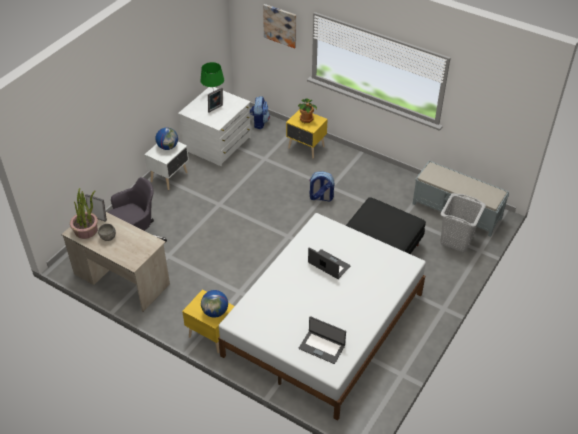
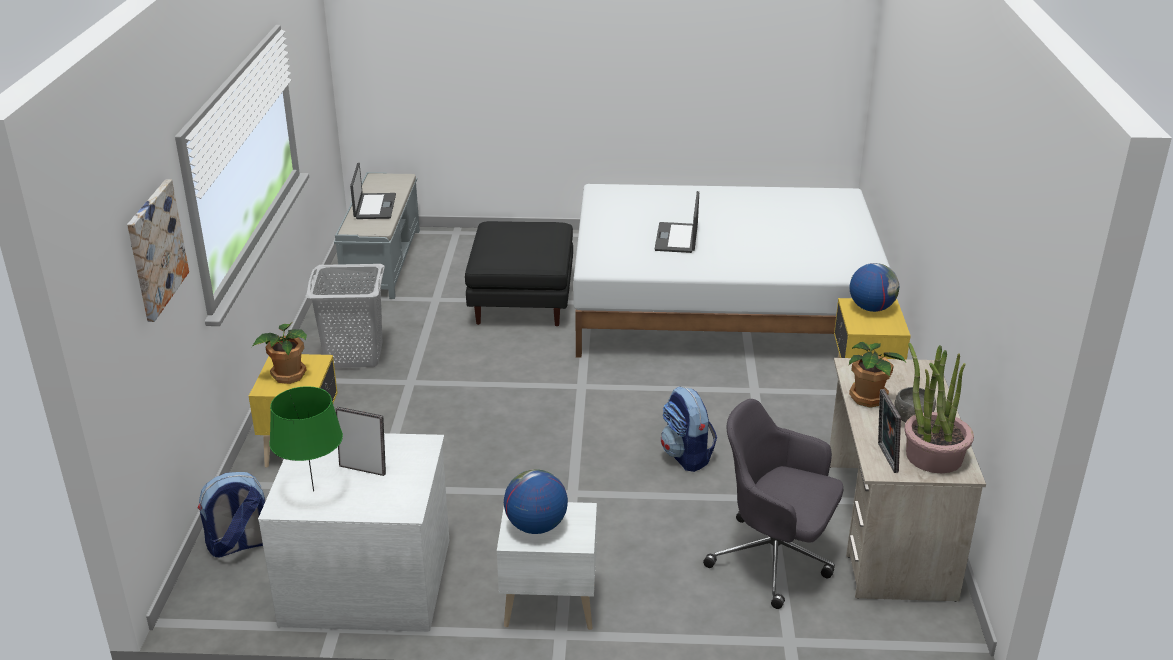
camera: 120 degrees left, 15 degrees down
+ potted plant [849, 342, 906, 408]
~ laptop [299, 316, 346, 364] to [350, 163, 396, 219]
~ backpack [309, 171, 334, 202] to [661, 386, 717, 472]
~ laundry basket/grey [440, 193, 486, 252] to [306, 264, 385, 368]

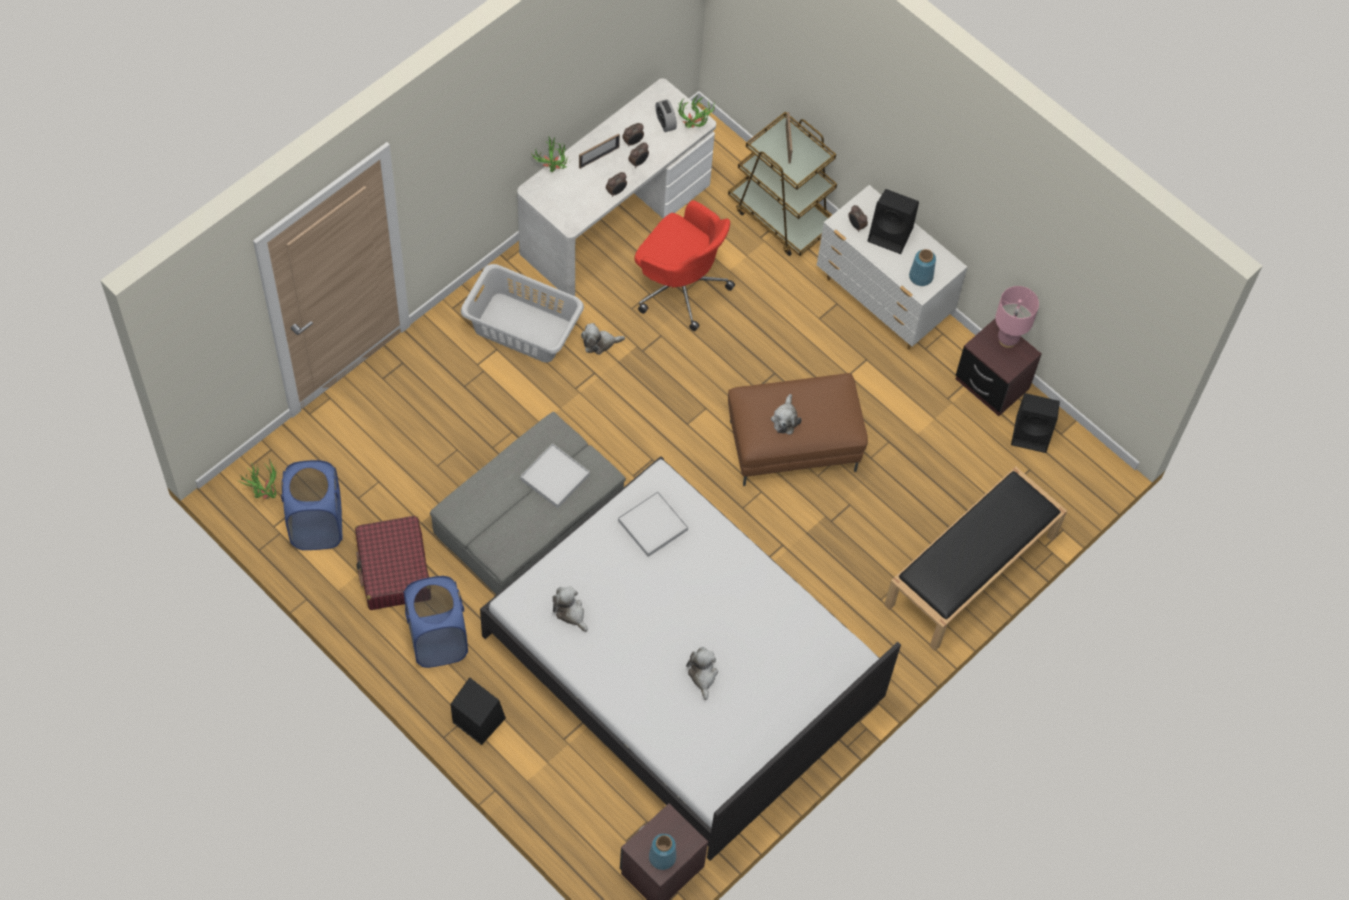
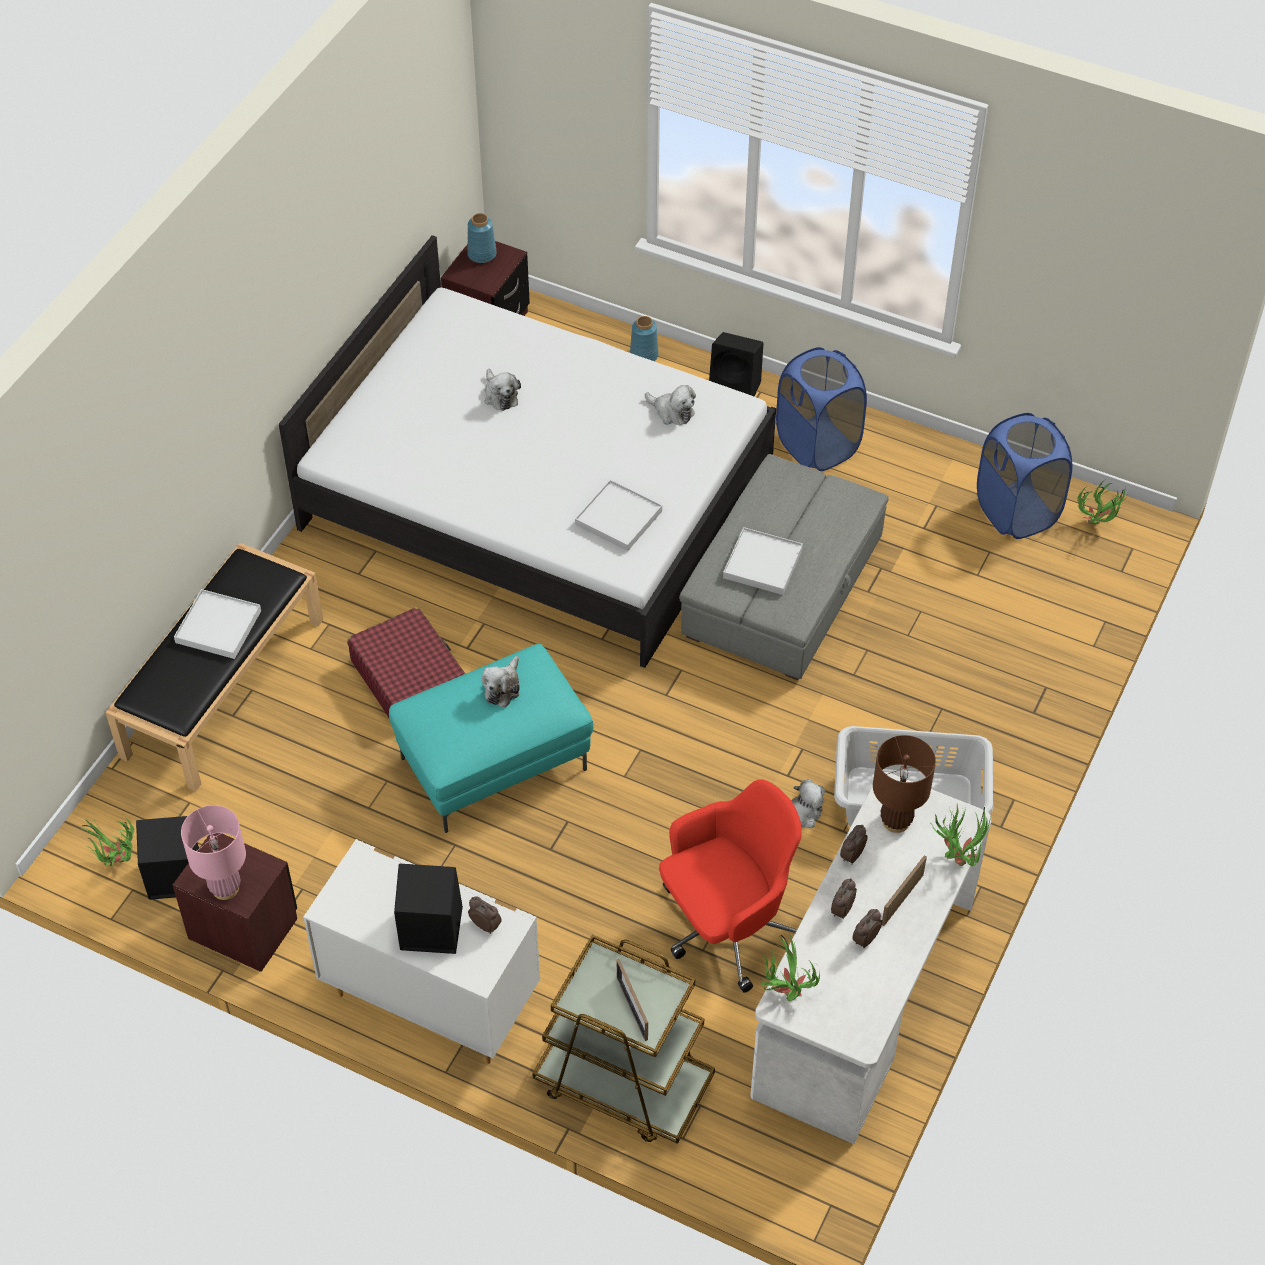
camera: 165 degrees right, 10 degrees down
- alarm clock [656, 99, 677, 132]
+ potted plant [82, 818, 134, 866]
+ tray/white [174, 589, 261, 659]
+ table lamp/brown [873, 735, 936, 833]
~ suitcase/red [355, 516, 429, 610] to [347, 607, 466, 717]
~ vase/blue [909, 249, 936, 286] to [630, 316, 659, 361]
~ ottoman/brown [728, 373, 868, 486] to ottoman/turquoise [389, 644, 593, 833]
~ office chair/red [635, 200, 735, 331] = [659, 779, 802, 993] 135 degrees clockwise
~ plush toy [771, 394, 802, 435] = [482, 656, 520, 707] 150 degrees counterclockwise

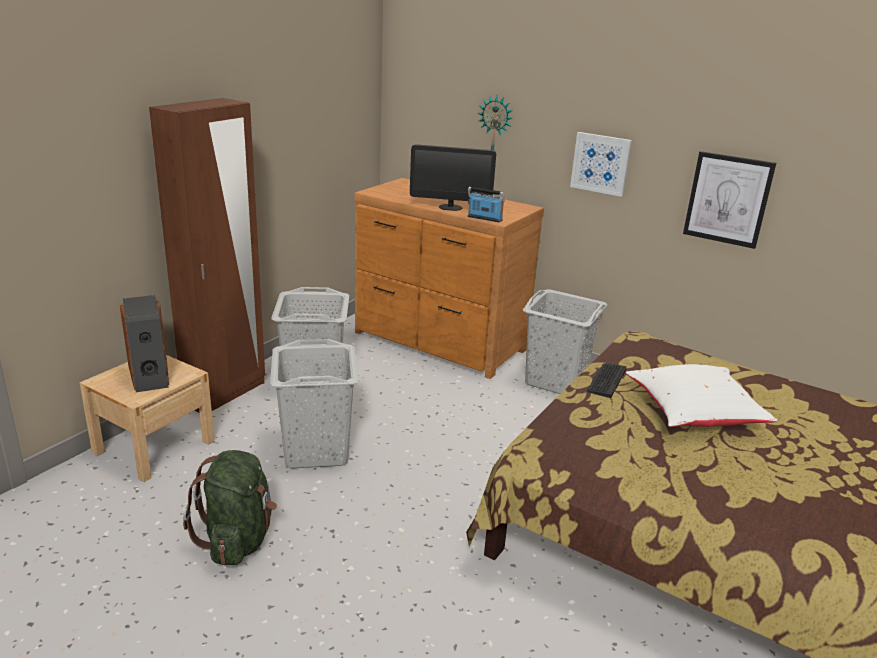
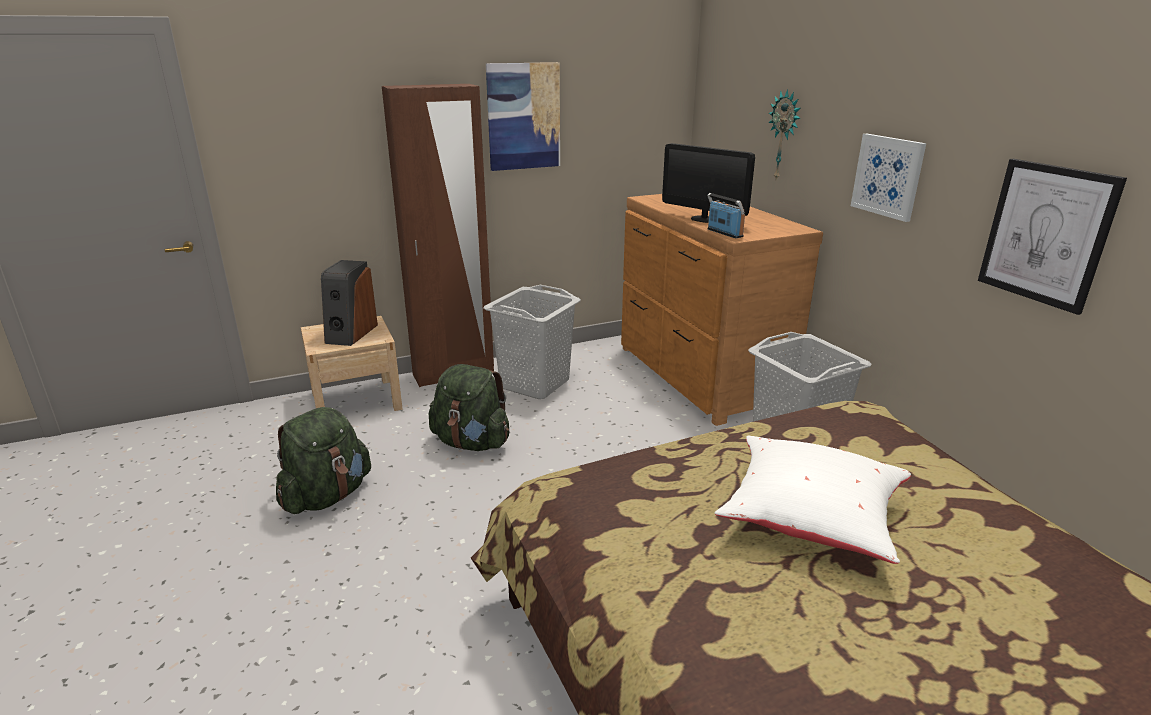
camera: 35 degrees right, 0 degrees up
- keyboard [587, 363, 626, 398]
+ picture [486, 62, 560, 171]
~ laundry basket/grey [270, 339, 359, 469] to backpack/green [429, 364, 509, 451]

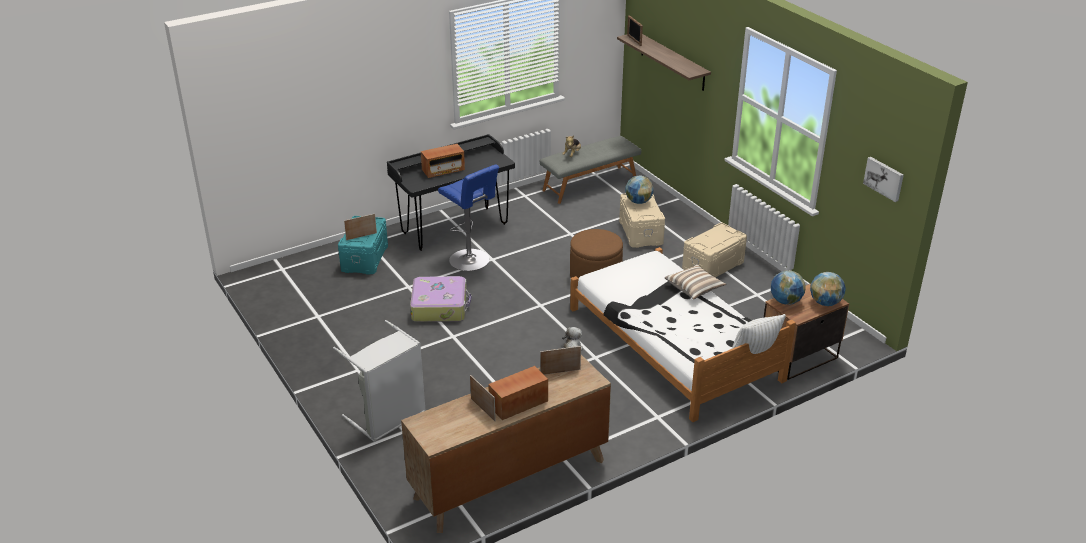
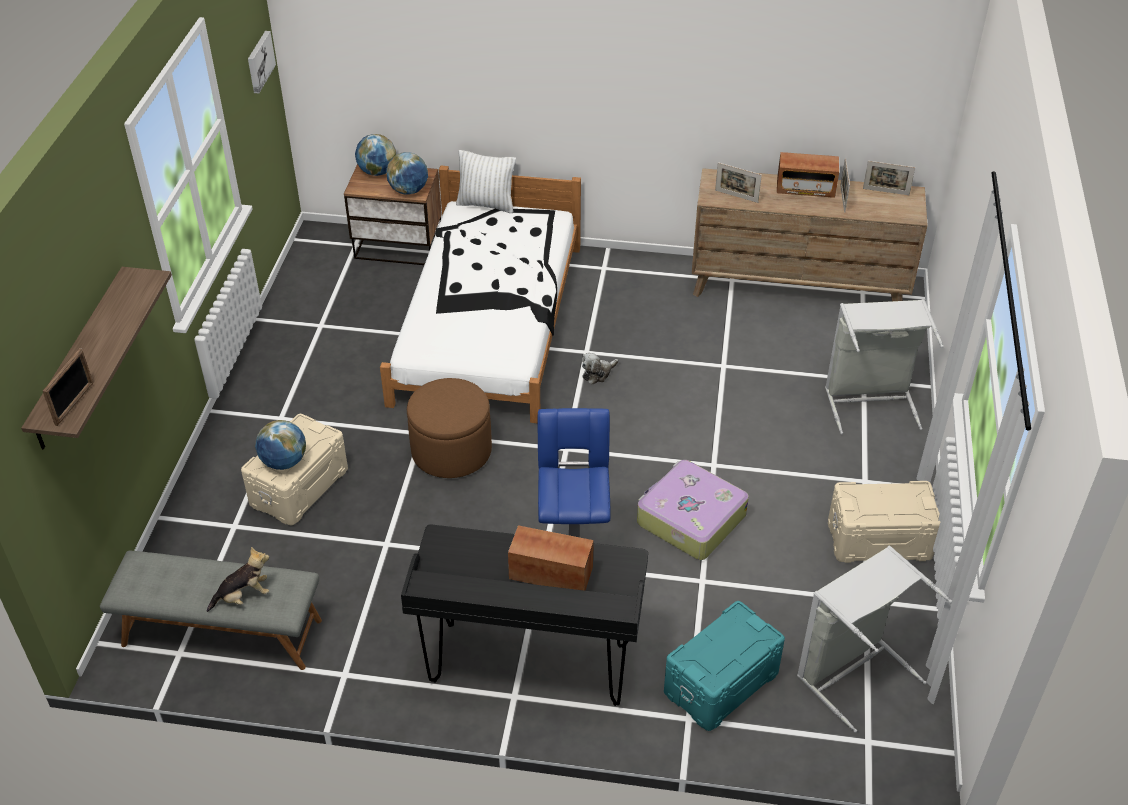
camera: 140 degrees left, 10 degrees up
- pillow [665, 264, 726, 299]
+ laundry basket/grey [797, 545, 952, 732]
~ picture frame [344, 213, 377, 240] to [863, 161, 915, 195]
~ storage box/beige [682, 222, 747, 278] to [828, 481, 941, 563]

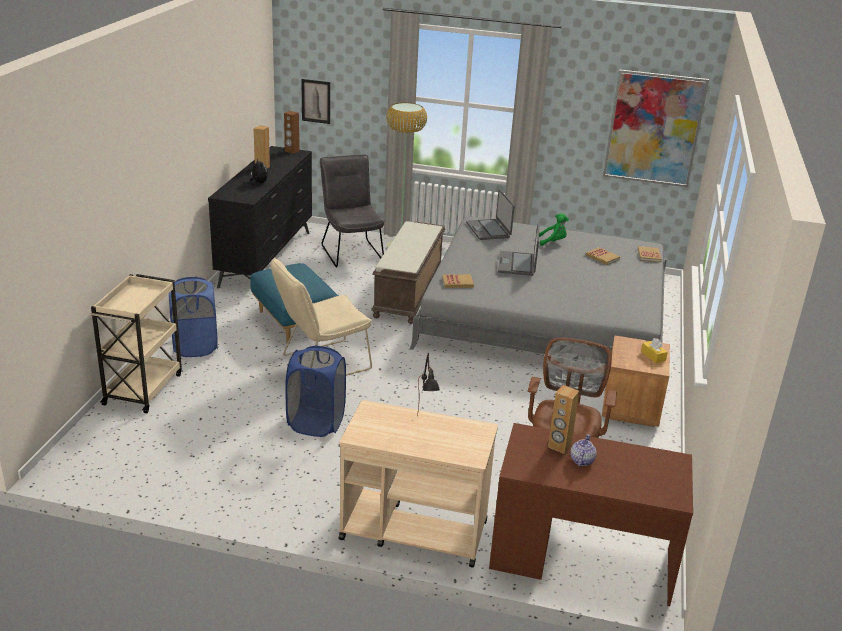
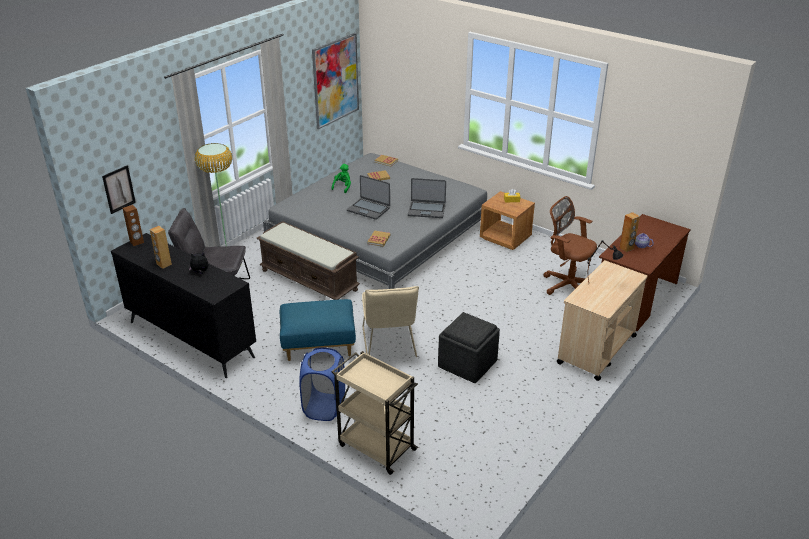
camera: 65 degrees left, 5 degrees up
~ laptop [466, 189, 515, 240] to [408, 178, 446, 218]
~ laundry basket/blue [285, 345, 346, 437] to ottoman/grey [438, 312, 500, 383]

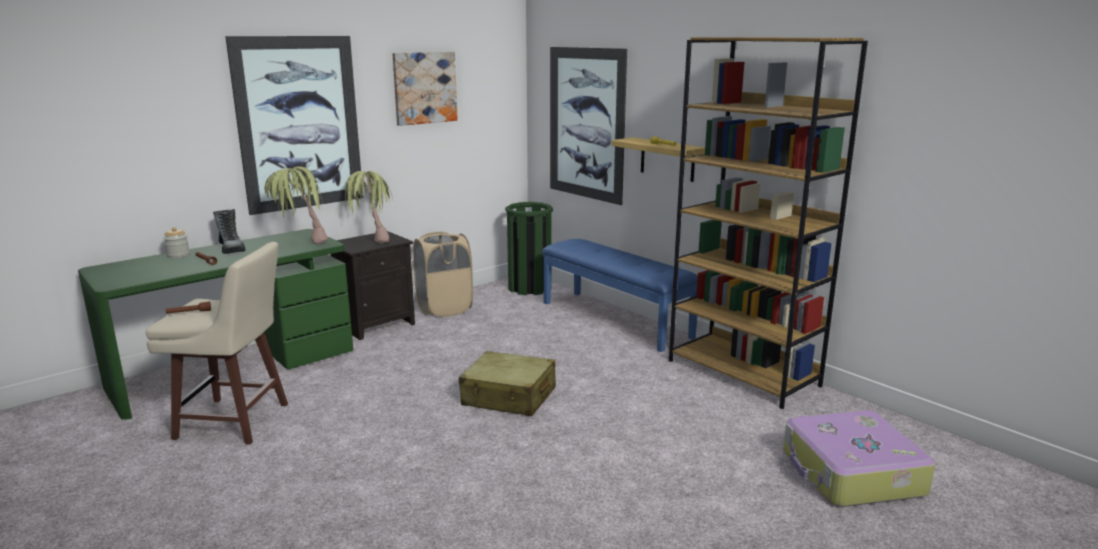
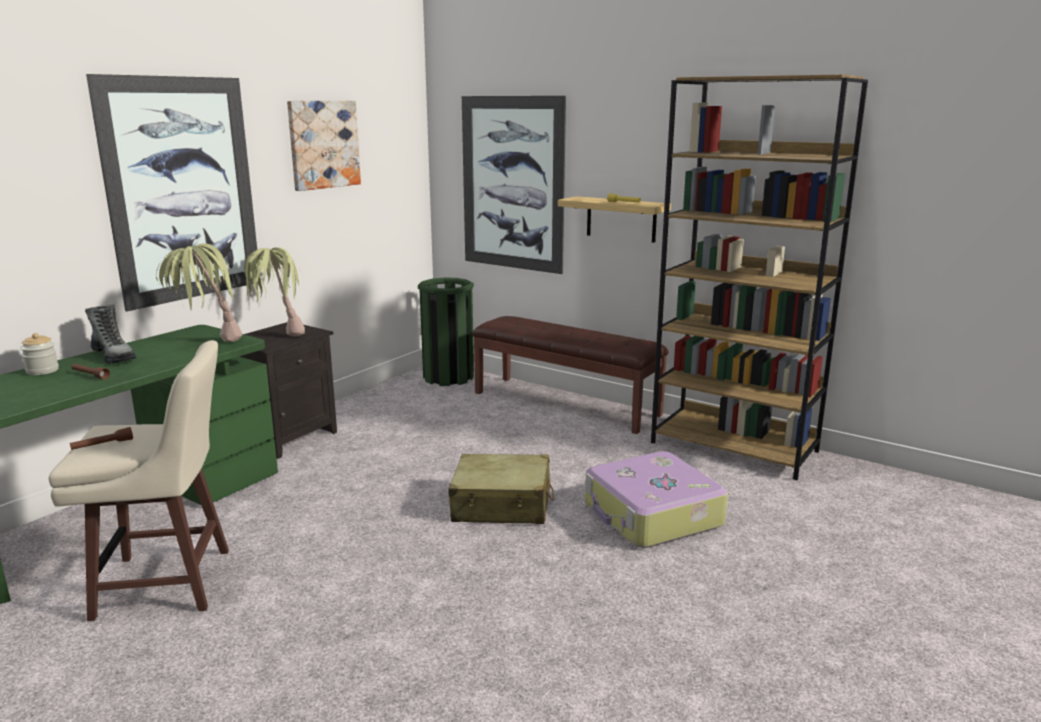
camera: 15 degrees left, 0 degrees up
- laundry basket/beige [413, 232, 473, 317]
~ suitcase [783, 410, 935, 507] to [585, 451, 728, 548]
~ bench/blue [542, 239, 698, 352] to bench/brown [472, 316, 669, 434]

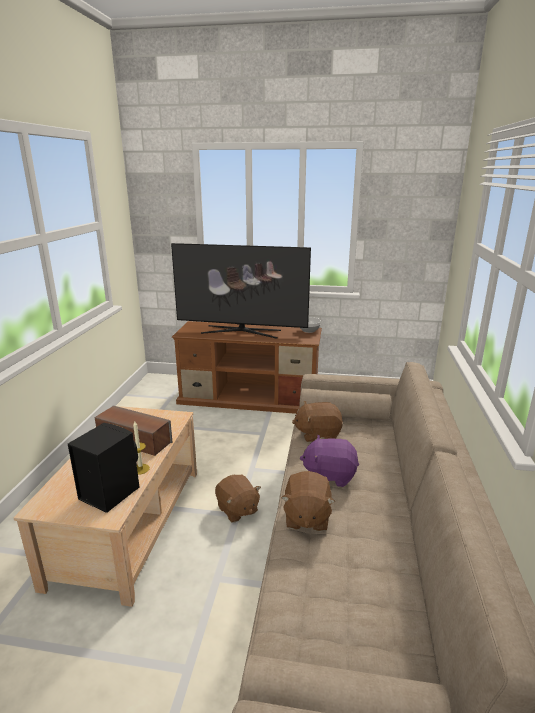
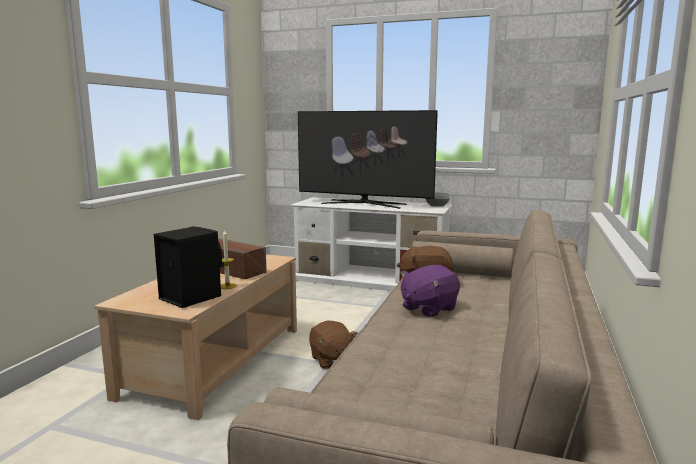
camera: 10 degrees right, 10 degrees down
- plush toy/brown [281, 471, 335, 532]
~ tv stand/brown [172, 321, 322, 414] to tv stand/white [291, 197, 452, 291]
~ plush toy/purple [300, 435, 359, 487] = [400, 265, 460, 317] 60 degrees counterclockwise

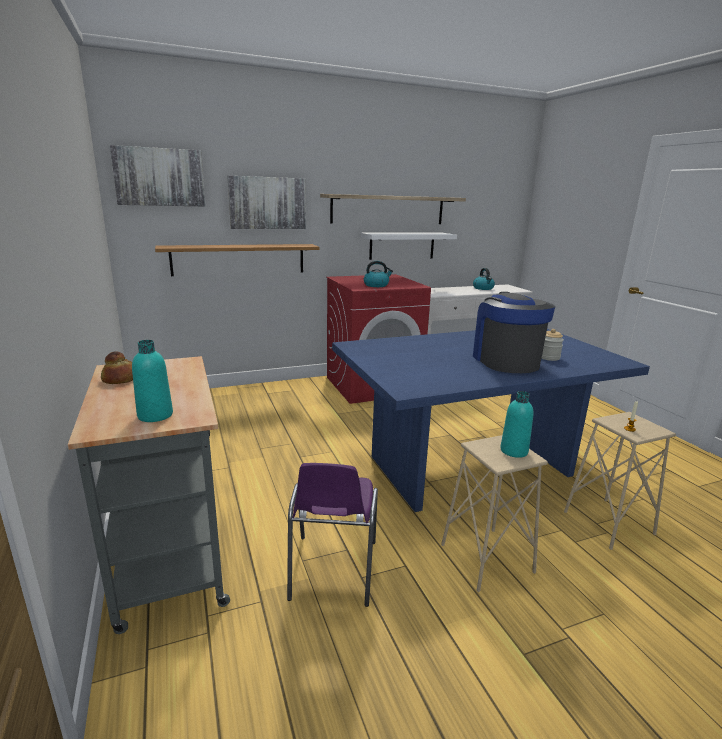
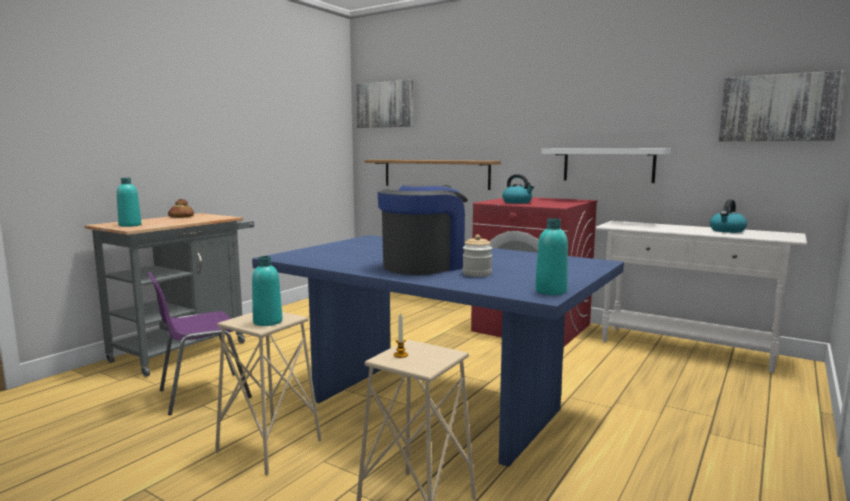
camera: 55 degrees right, 10 degrees down
- shelf [320, 194, 466, 224]
+ bottle/turquoise [535, 218, 568, 295]
~ picture [227, 175, 306, 229] to [719, 70, 845, 141]

